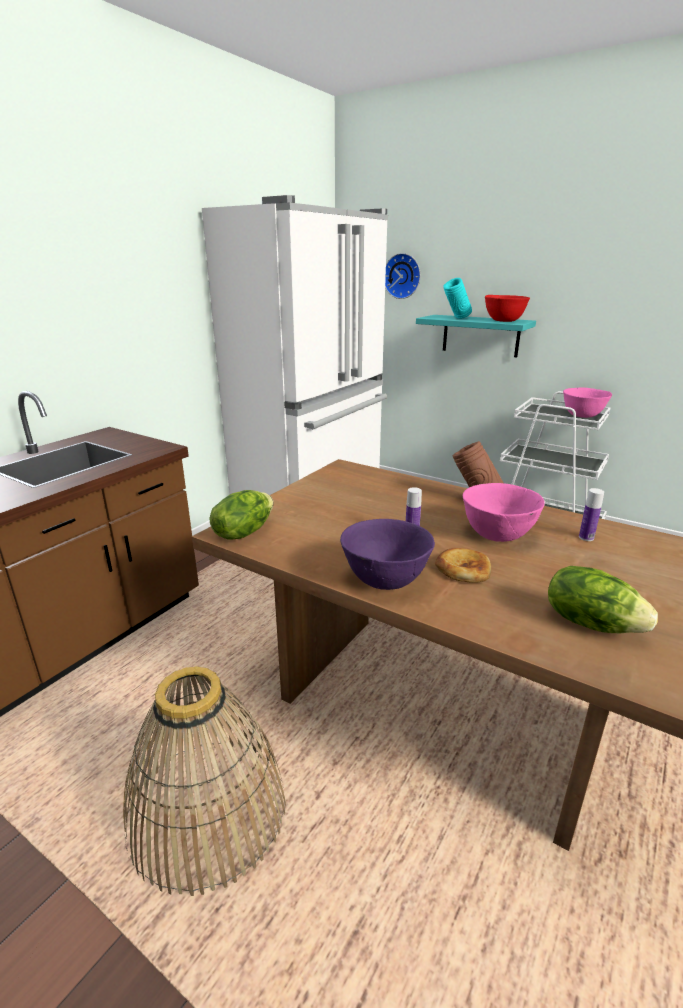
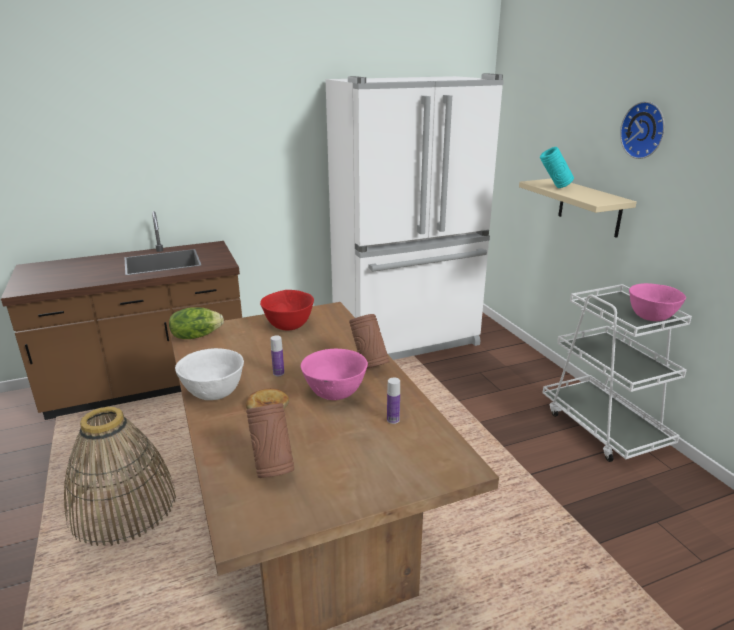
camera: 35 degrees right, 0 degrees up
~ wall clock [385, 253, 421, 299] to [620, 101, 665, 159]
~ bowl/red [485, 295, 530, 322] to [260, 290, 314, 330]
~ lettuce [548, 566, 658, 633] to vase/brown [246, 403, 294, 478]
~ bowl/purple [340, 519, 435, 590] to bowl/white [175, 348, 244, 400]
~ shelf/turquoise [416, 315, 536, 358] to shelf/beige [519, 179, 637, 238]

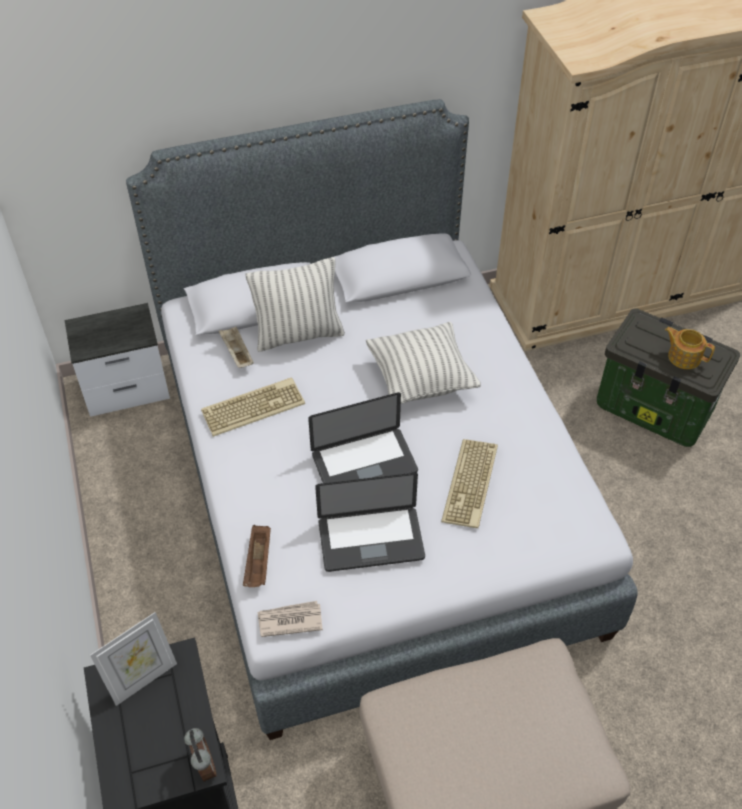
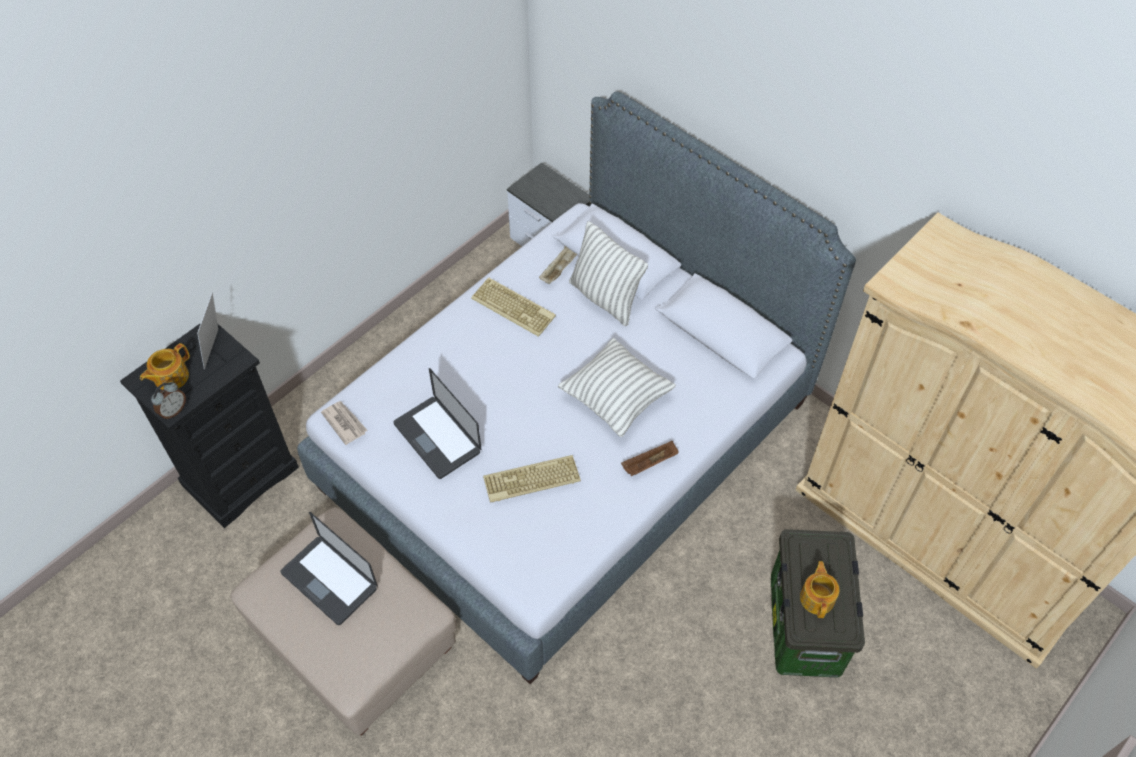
camera: 60 degrees right, 5 degrees up
+ teapot [140, 343, 190, 390]
~ tray/brown [243, 525, 271, 587] to [621, 441, 678, 476]
~ laptop [308, 392, 418, 483] to [280, 512, 378, 625]
~ picture frame [90, 612, 177, 706] = [197, 292, 218, 369] 75 degrees clockwise

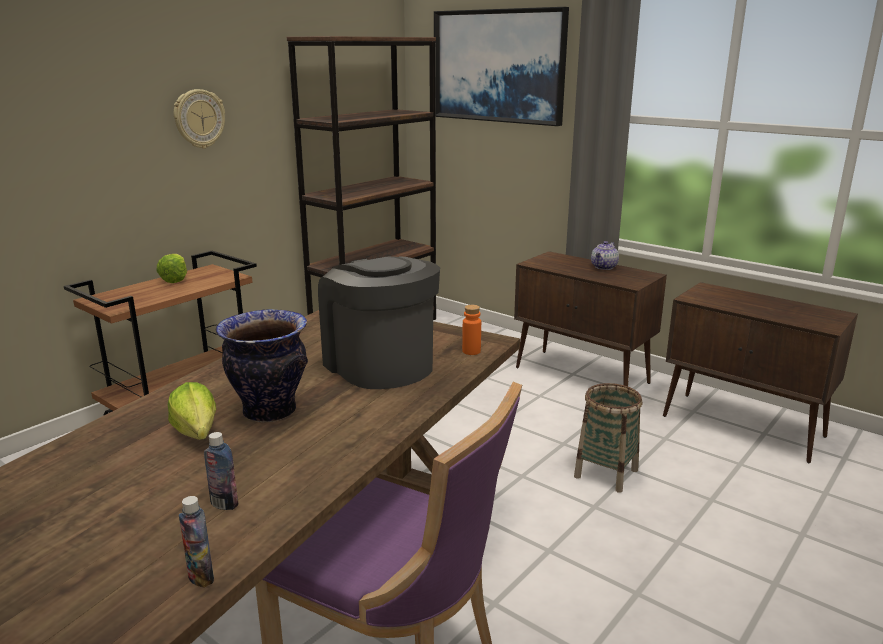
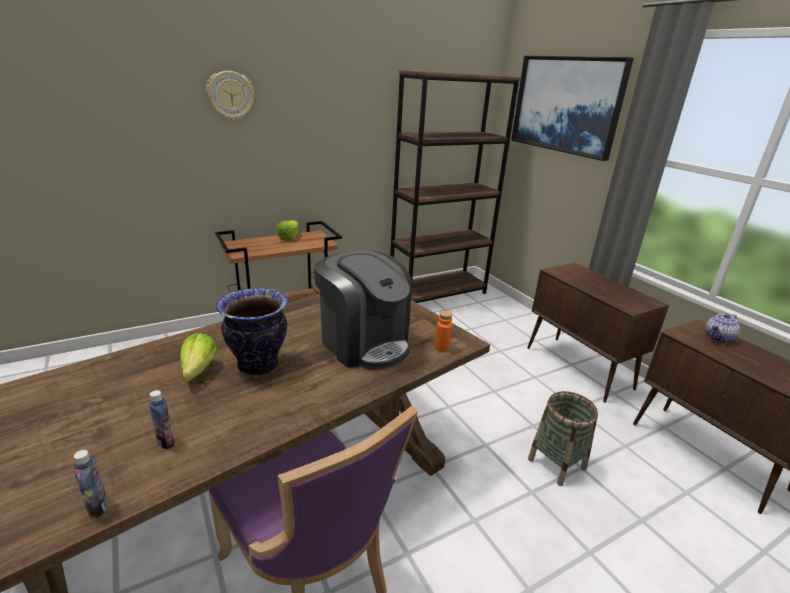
camera: 20 degrees right, 5 degrees up
~ wall clock [174, 89, 225, 149] to [206, 71, 254, 121]
~ teapot [591, 241, 619, 270] to [705, 314, 740, 343]
~ coffee machine [318, 256, 440, 389] = [314, 251, 412, 370] 150 degrees clockwise

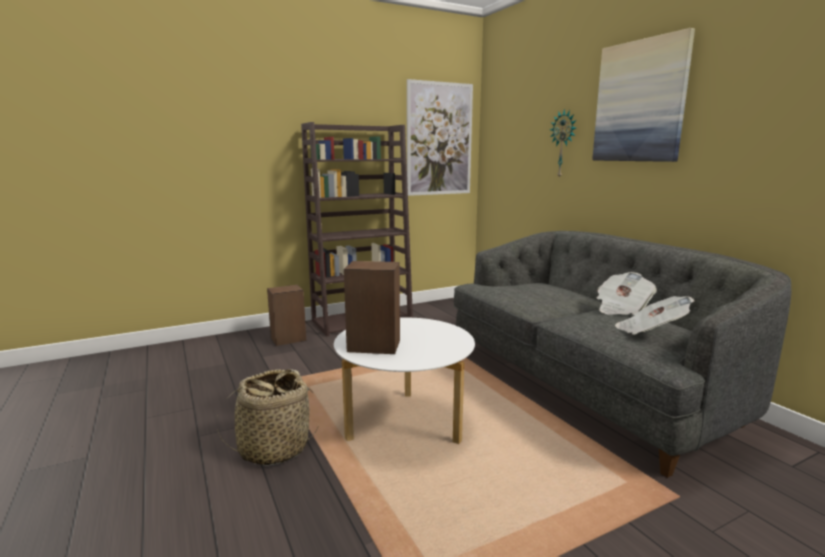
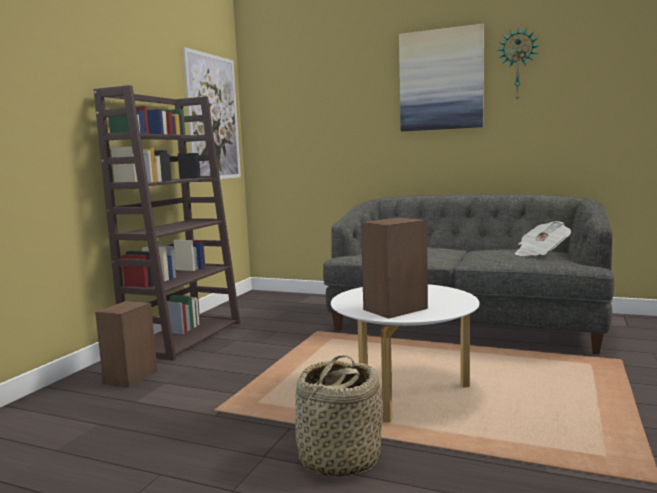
camera: 40 degrees left, 5 degrees down
- newspaper [597, 272, 657, 315]
~ wall clock [550, 109, 577, 178] to [498, 27, 538, 100]

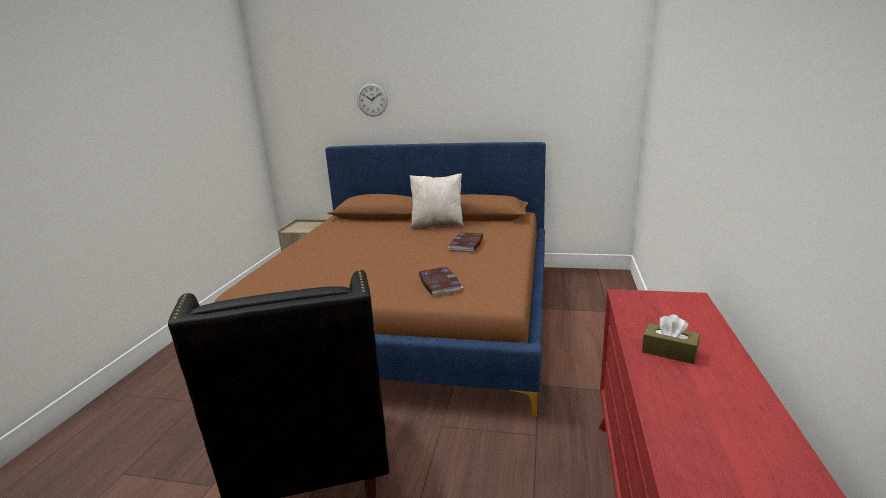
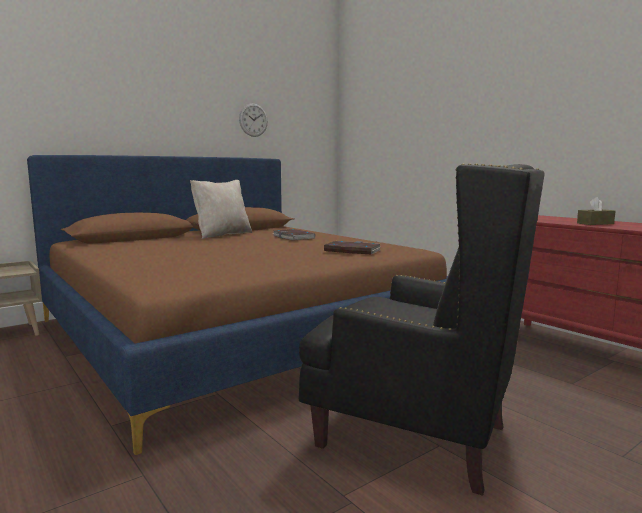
camera: 50 degrees left, 10 degrees down
~ wall clock [357, 83, 388, 117] to [239, 103, 268, 137]

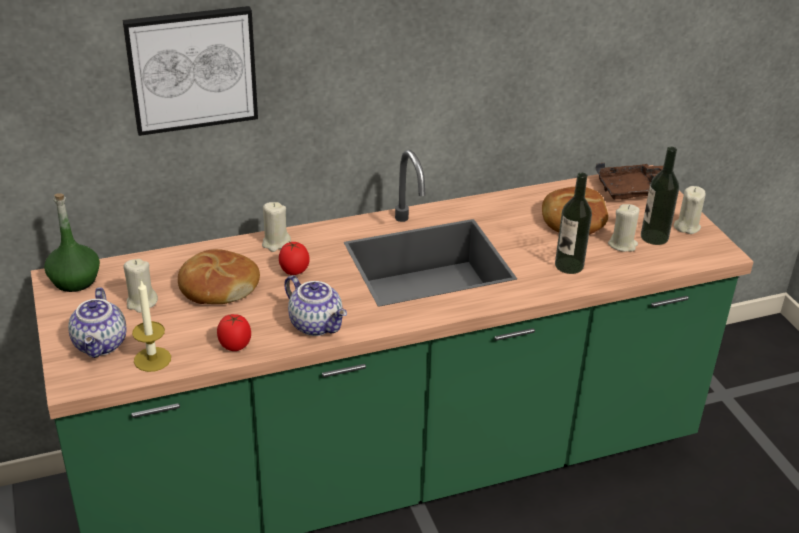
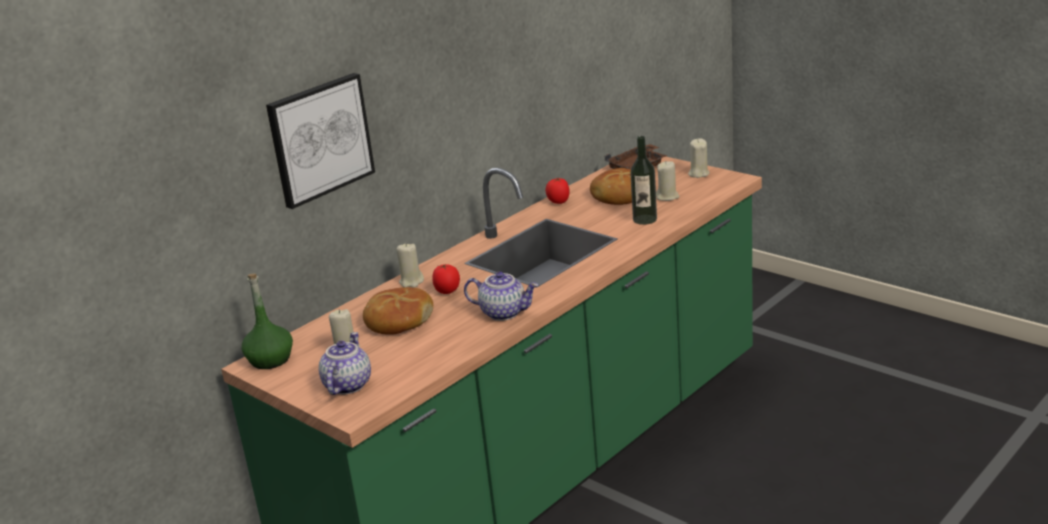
camera: 25 degrees left, 10 degrees down
- candle [132, 281, 171, 372]
- bottle [641, 147, 679, 245]
~ tomato [217, 314, 251, 351] to [545, 178, 570, 204]
~ teapot [68, 287, 127, 358] = [319, 332, 371, 395] 135 degrees counterclockwise

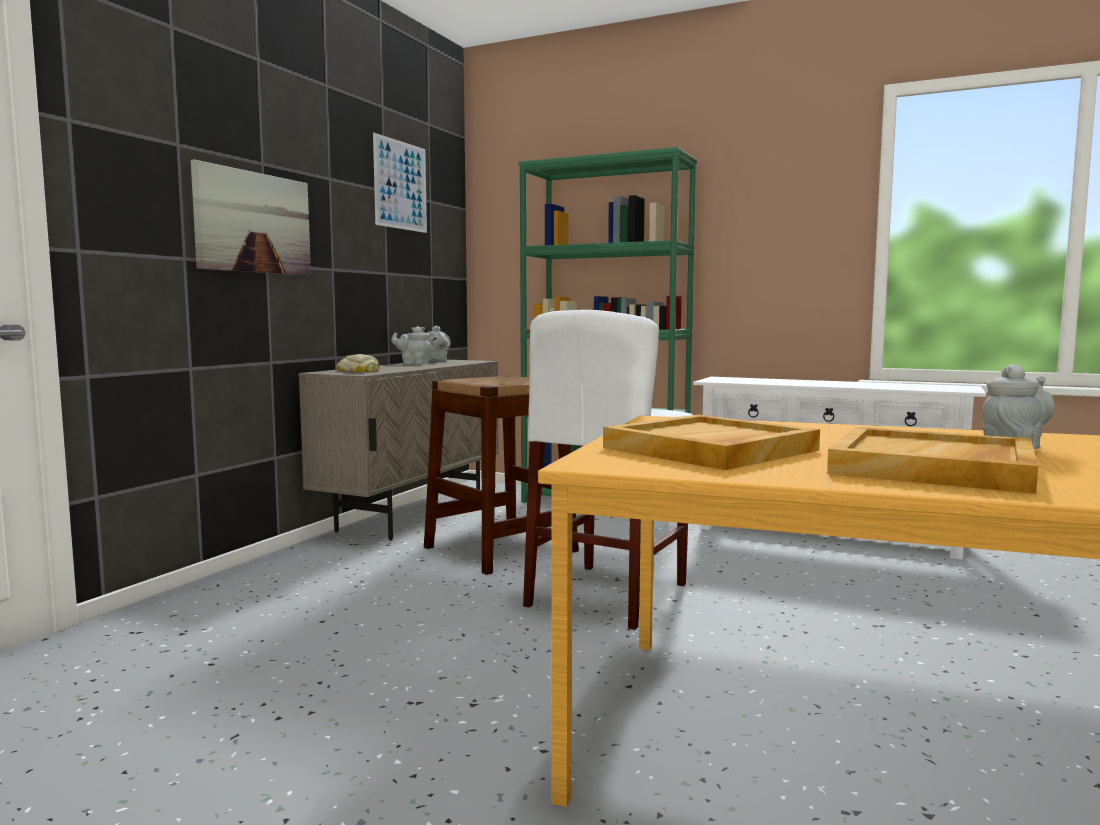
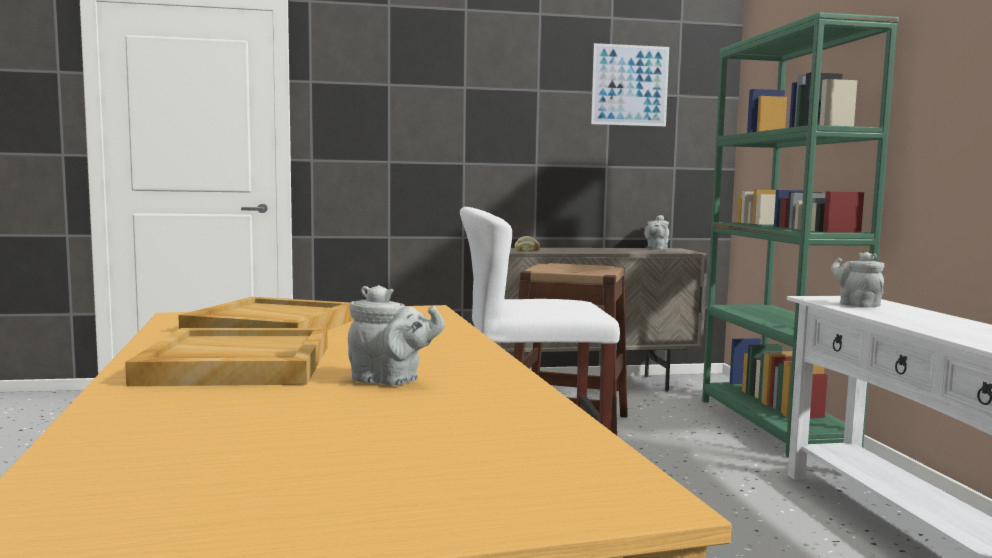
camera: 55 degrees right, 0 degrees up
- picture [191, 159, 311, 275]
~ teapot/grey [391, 326, 431, 365] to [831, 252, 884, 308]

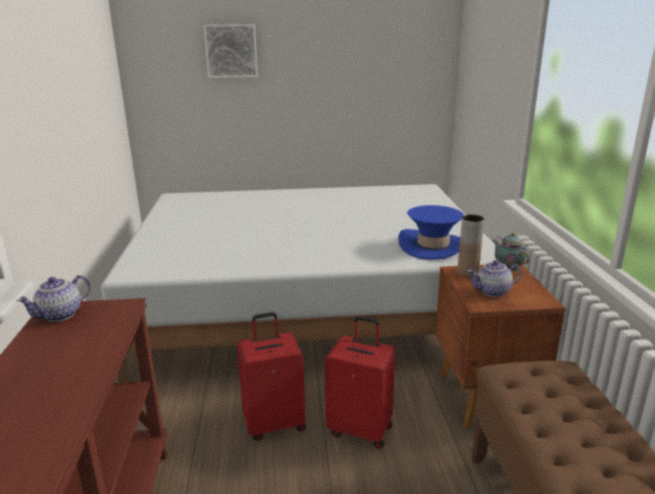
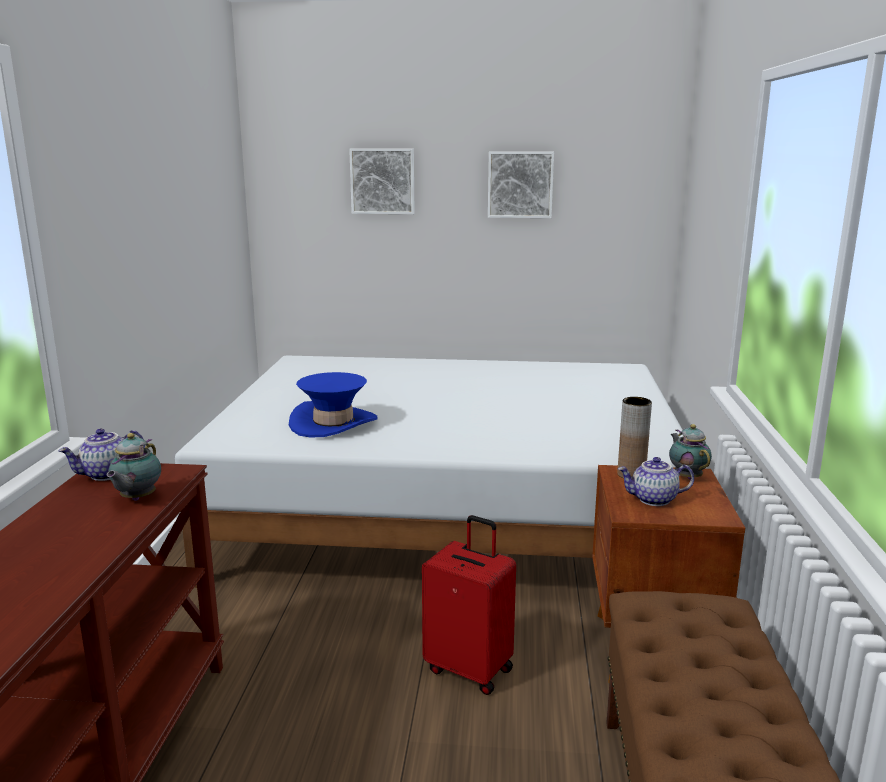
camera: 10 degrees right, 5 degrees down
- suitcase/red [237, 312, 306, 441]
+ teapot [107, 433, 161, 501]
+ picture [488, 151, 554, 218]
~ hat/blue [398, 205, 464, 260] to [289, 372, 377, 437]

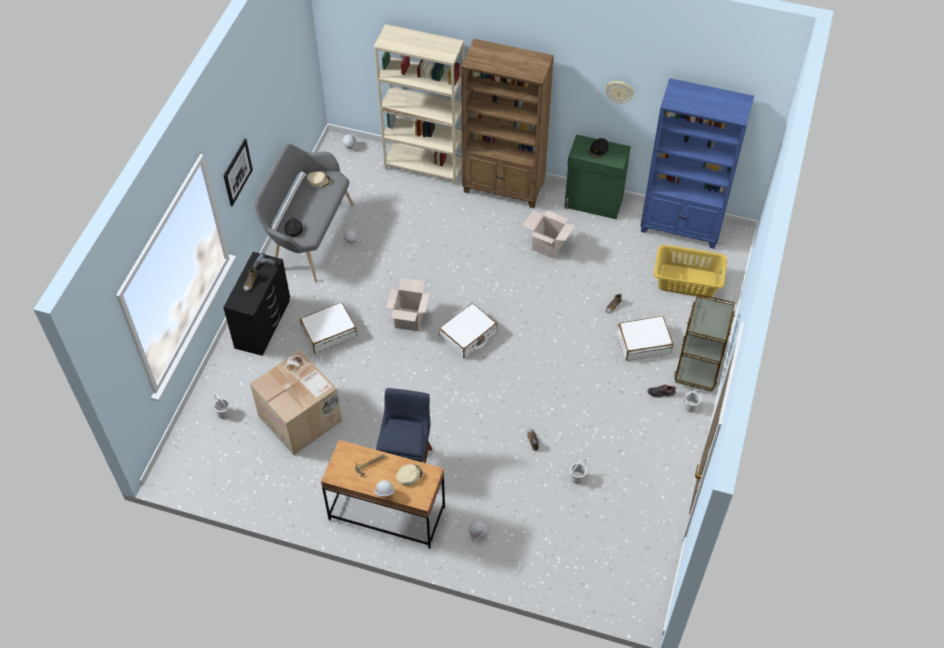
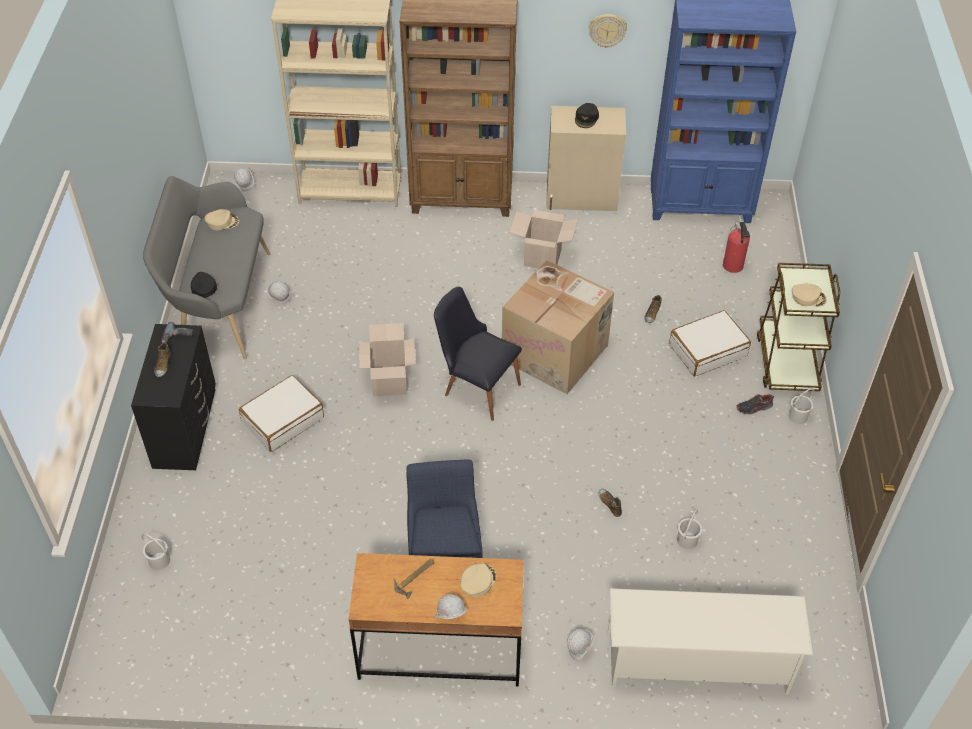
camera: 15 degrees left, 5 degrees down
- picture [223, 139, 253, 206]
+ shoe rack/white [608, 588, 813, 694]
+ cap/beige [792, 283, 827, 307]
~ cardboard box [250, 350, 342, 455] to [502, 260, 614, 394]
~ suitcase/white [439, 303, 497, 358] to chair/black [434, 287, 522, 421]
~ laundry basket/yellow [654, 245, 727, 298] to fire extinguisher [723, 216, 750, 273]
~ cabinet/green [564, 135, 631, 219] to cabinet/beige [547, 106, 626, 211]

